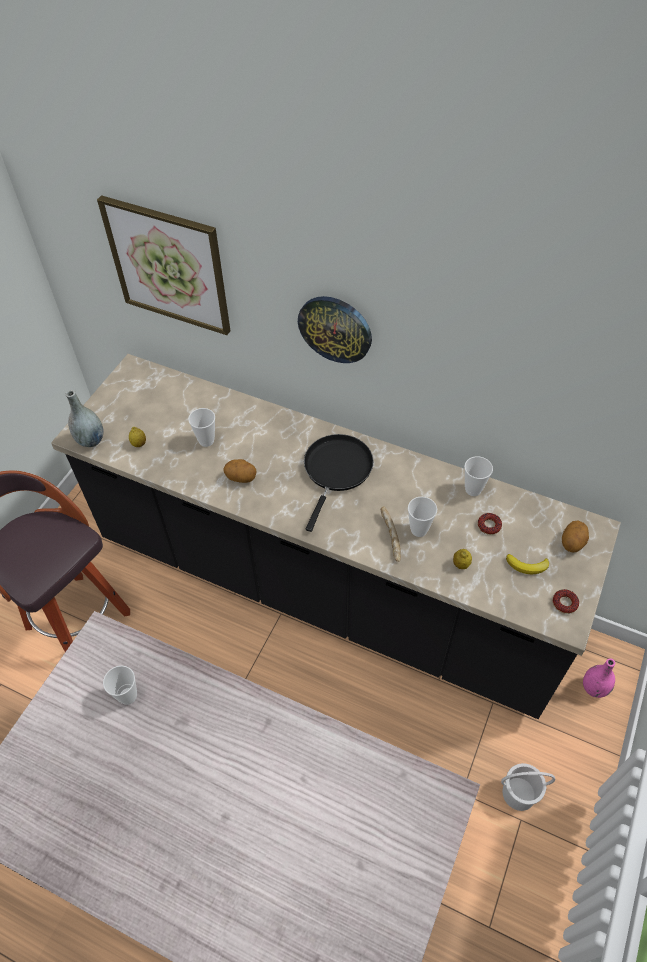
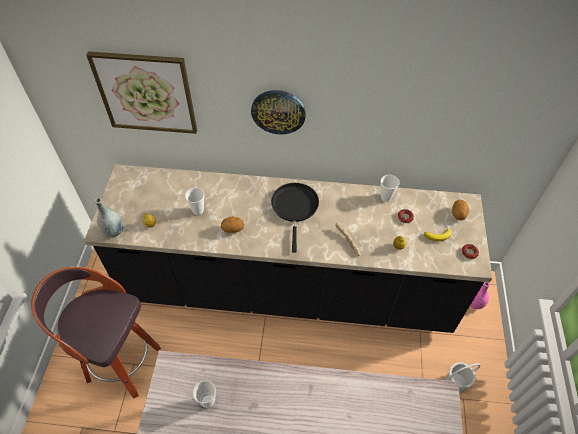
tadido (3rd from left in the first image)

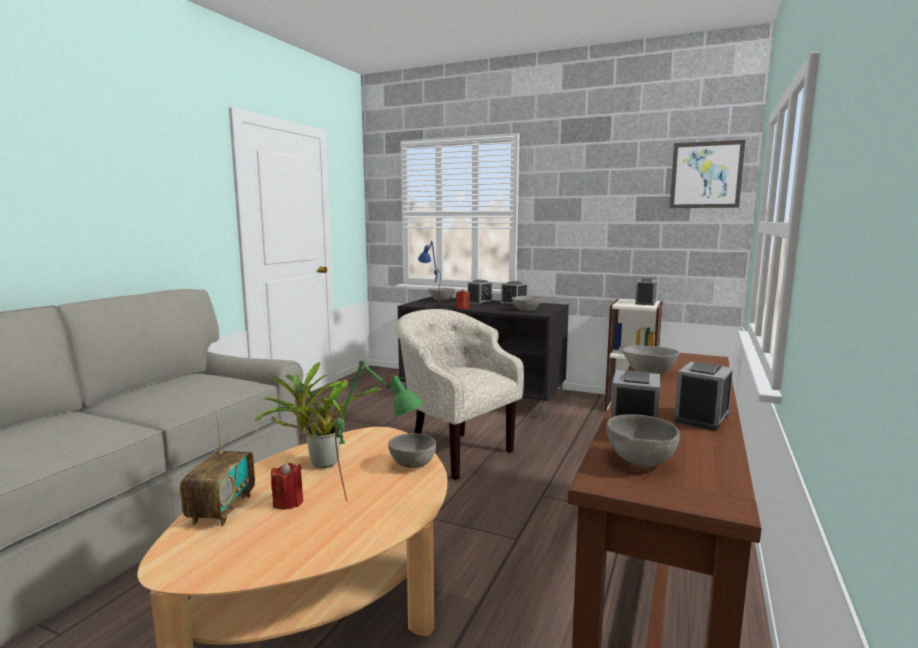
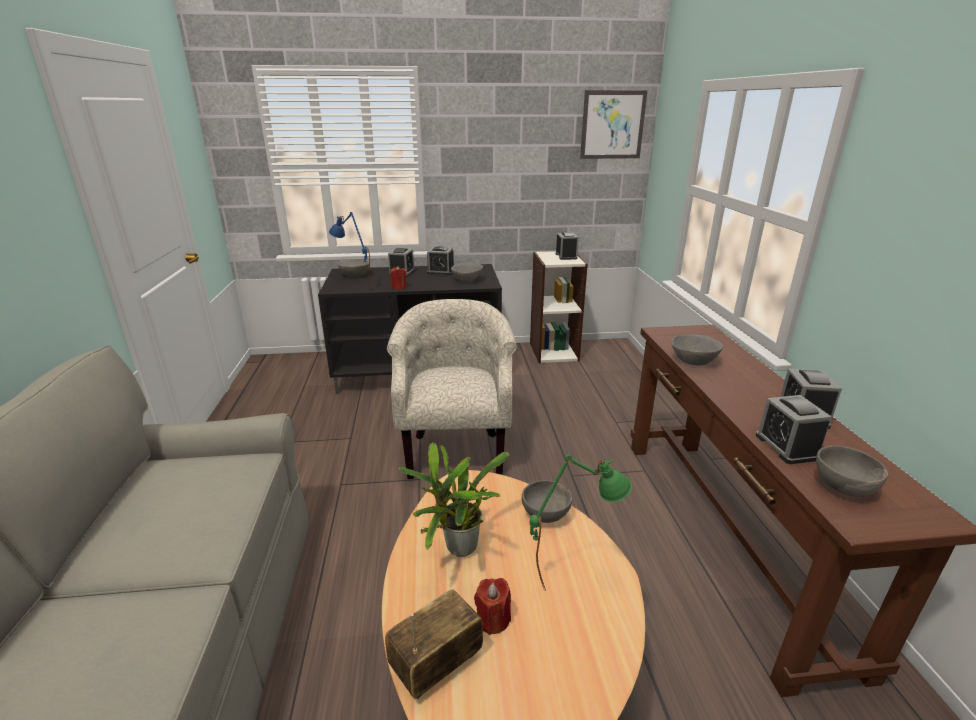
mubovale; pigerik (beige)

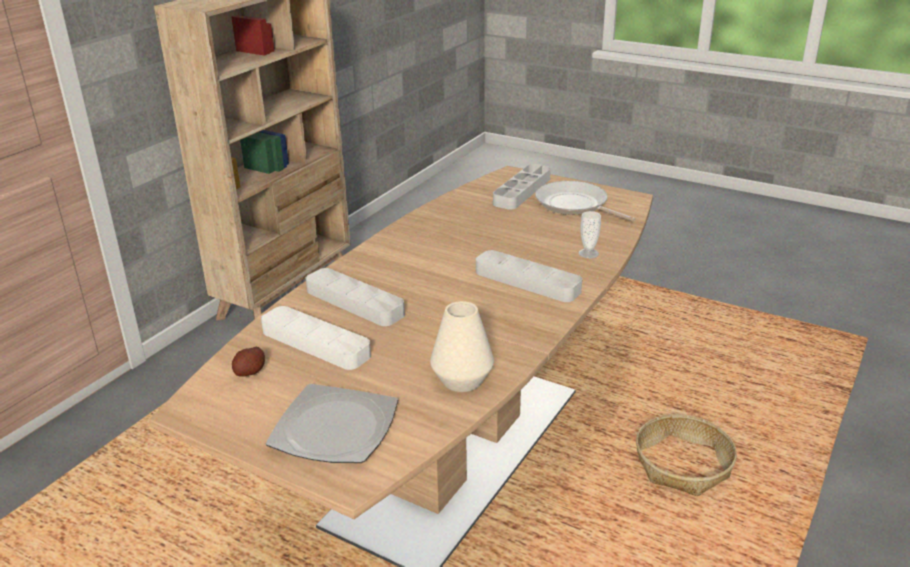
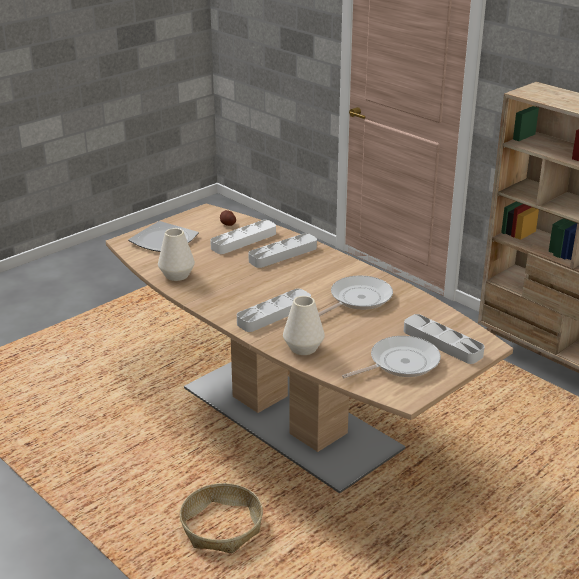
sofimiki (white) (2nd from left); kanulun (1st from left)

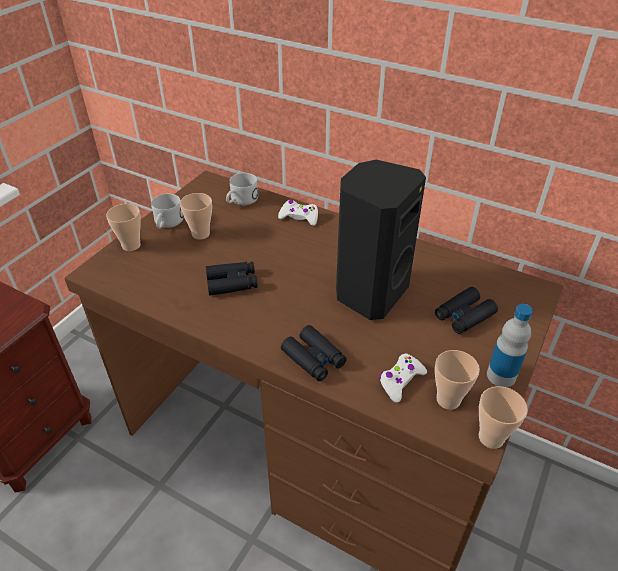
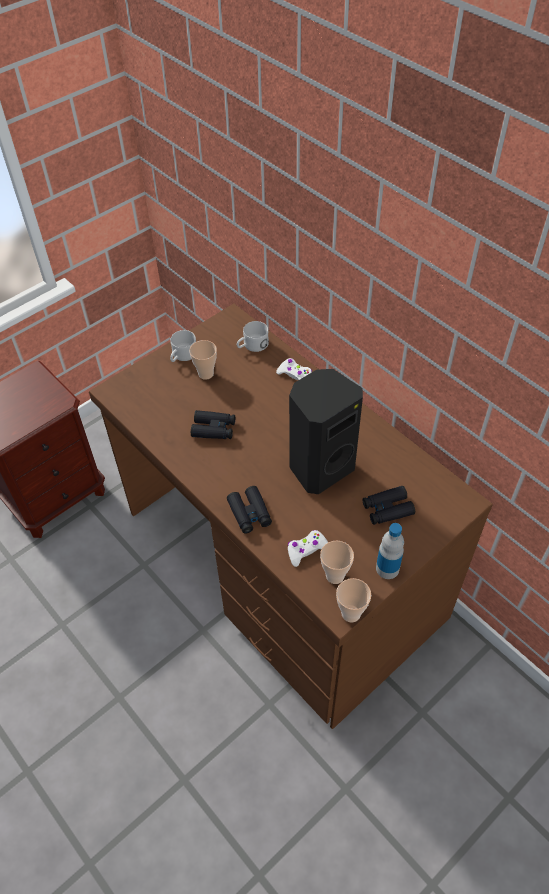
tadido (1st from left in the first image)

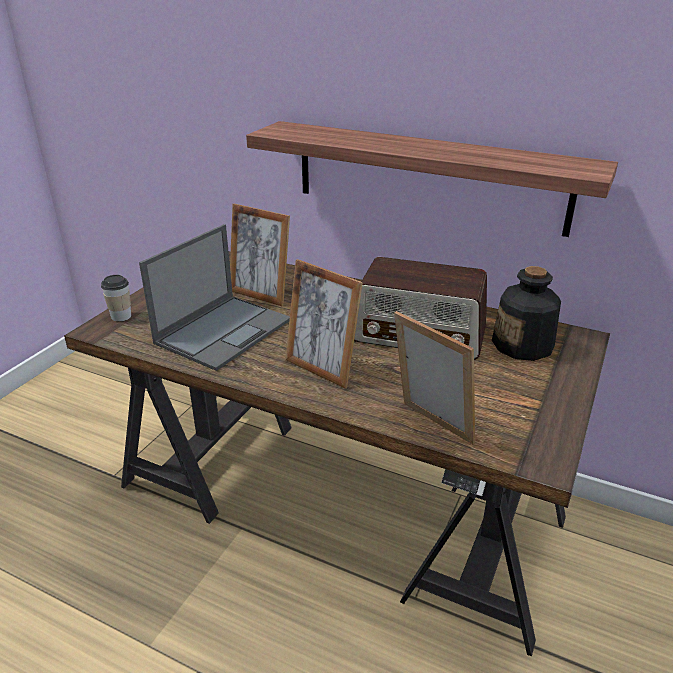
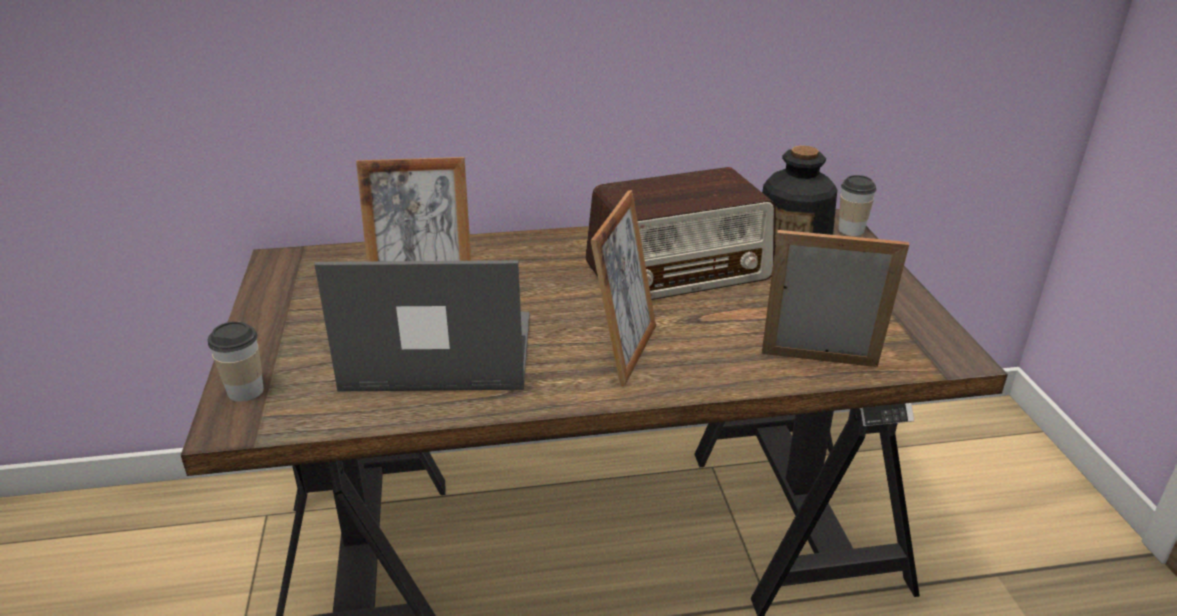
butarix; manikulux; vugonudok (2nd from left); tadido (2nd from left)

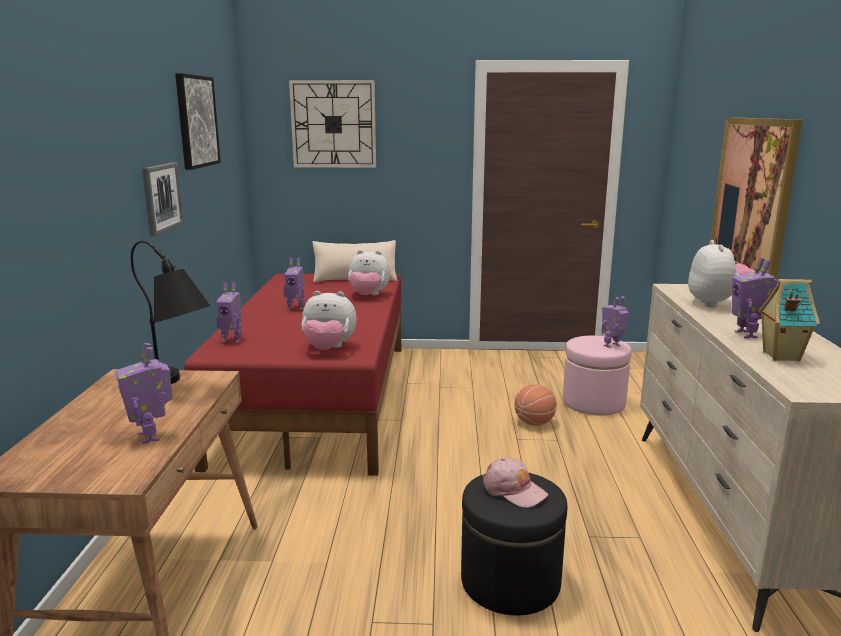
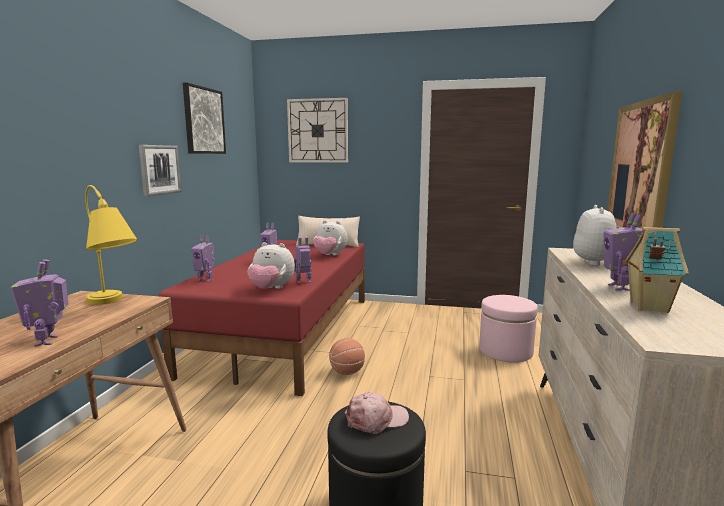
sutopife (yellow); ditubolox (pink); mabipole; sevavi (4th from left)

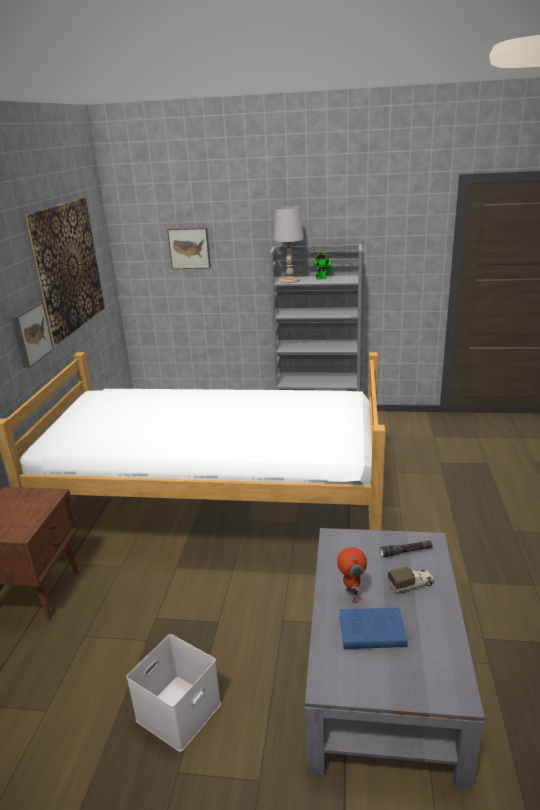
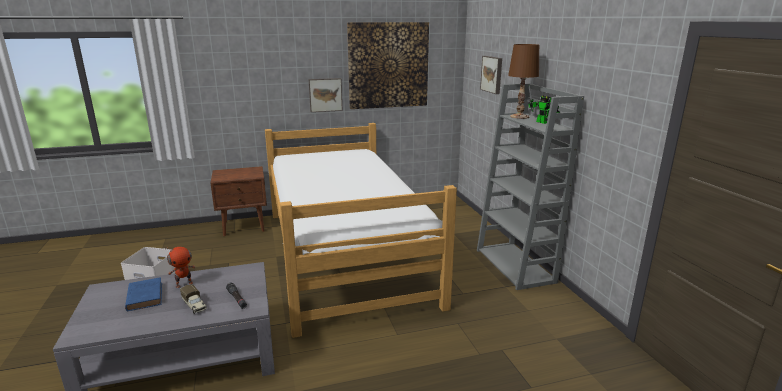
sutopife (brown)

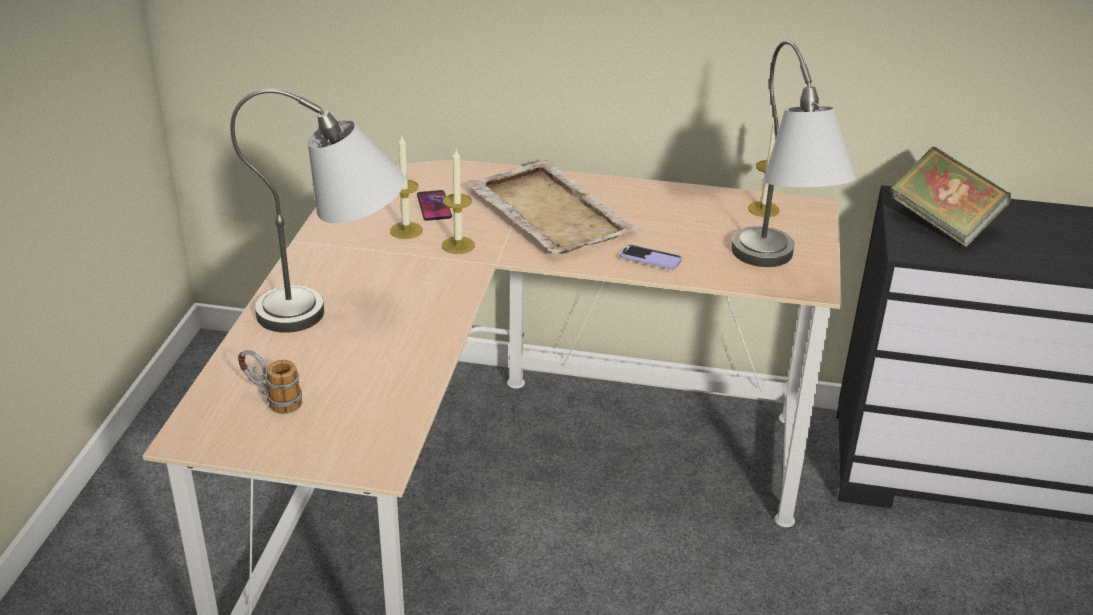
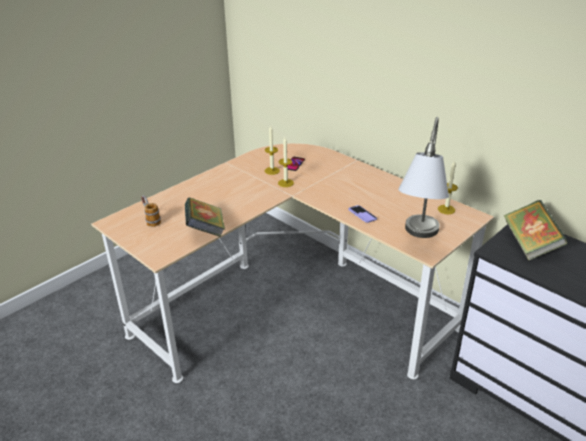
sutopife (grey) (1st from left in the first image); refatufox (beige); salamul (1st from left)

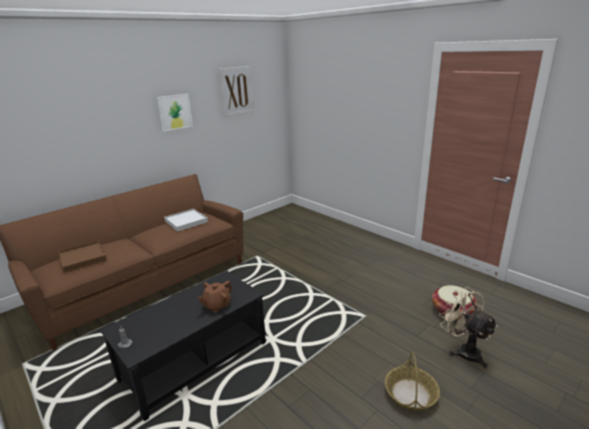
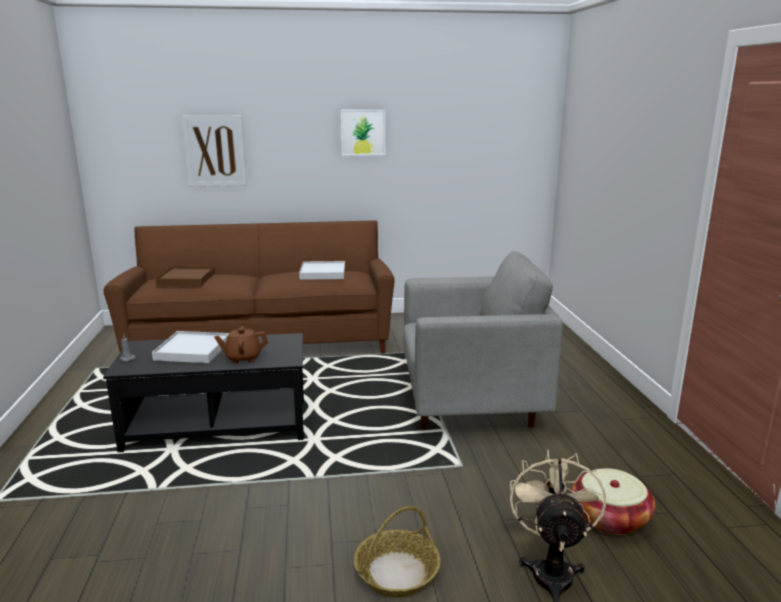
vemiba (1st from left); refatufox (white) (1st from left); pigerik (grey)

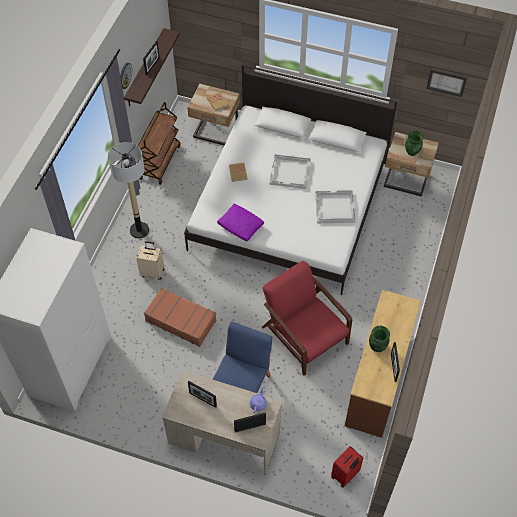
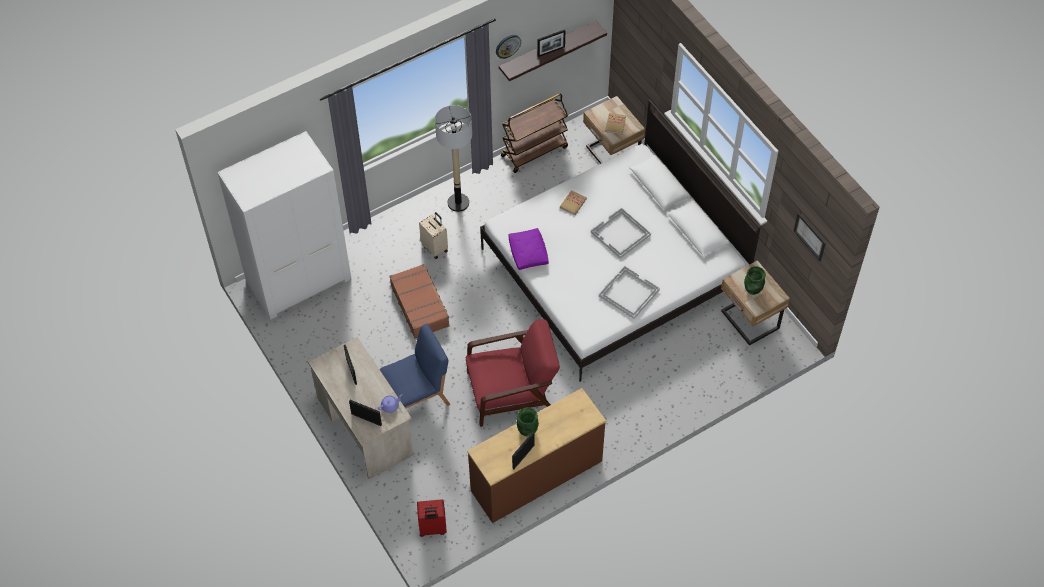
pigerik (red)

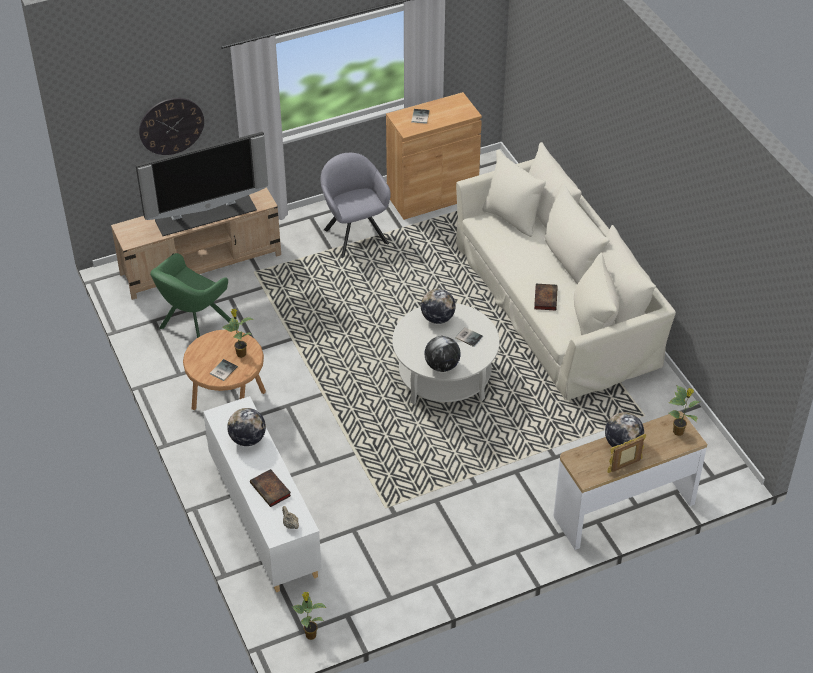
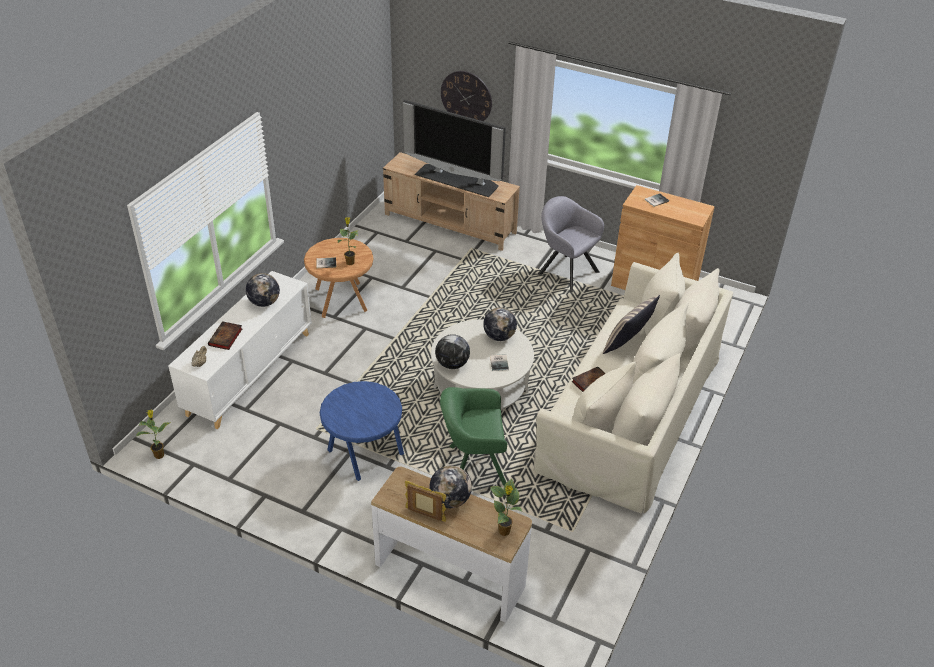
pigerik (green); pigerik (grey); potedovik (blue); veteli

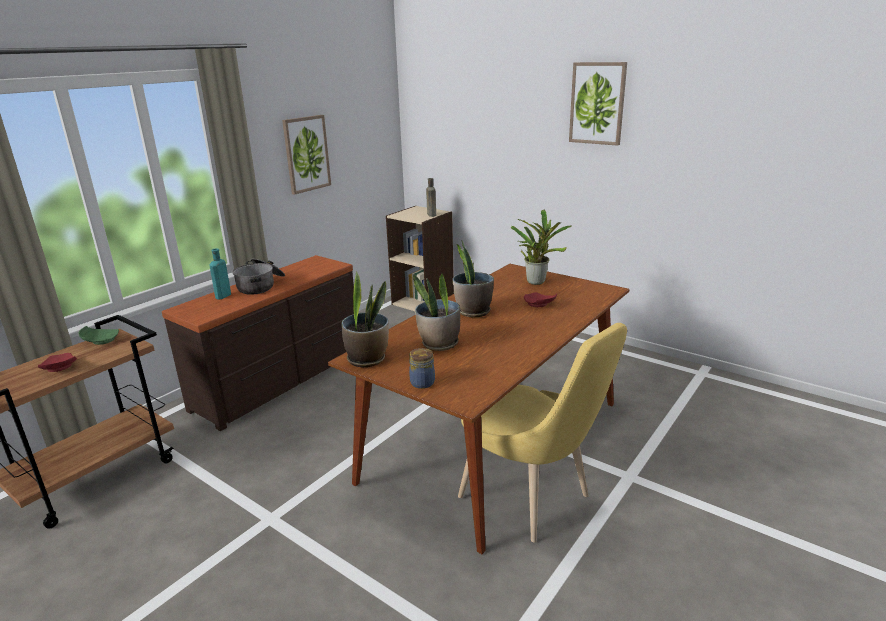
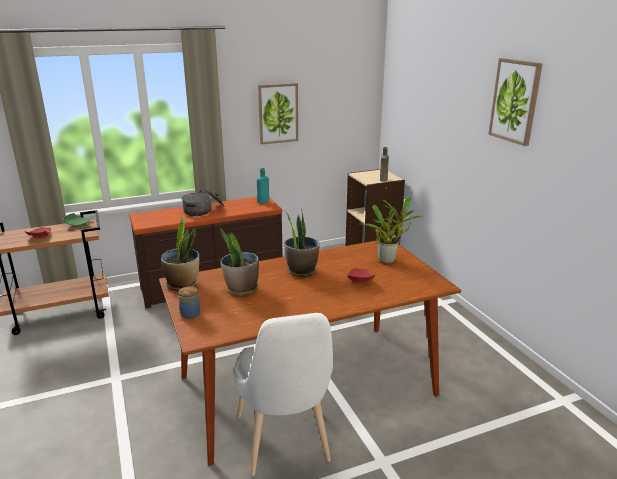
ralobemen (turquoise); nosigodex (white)

